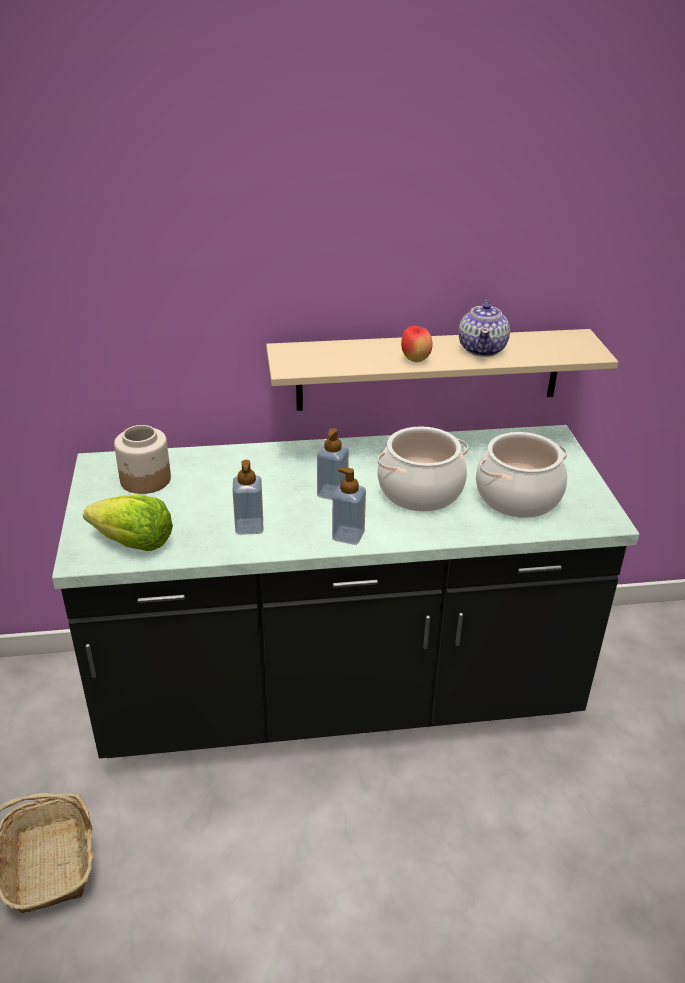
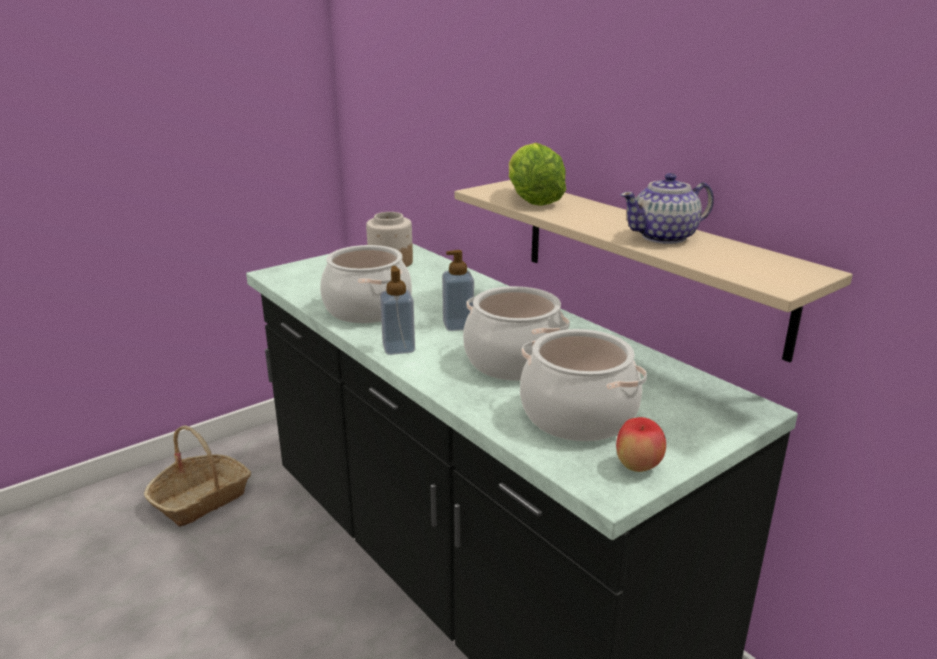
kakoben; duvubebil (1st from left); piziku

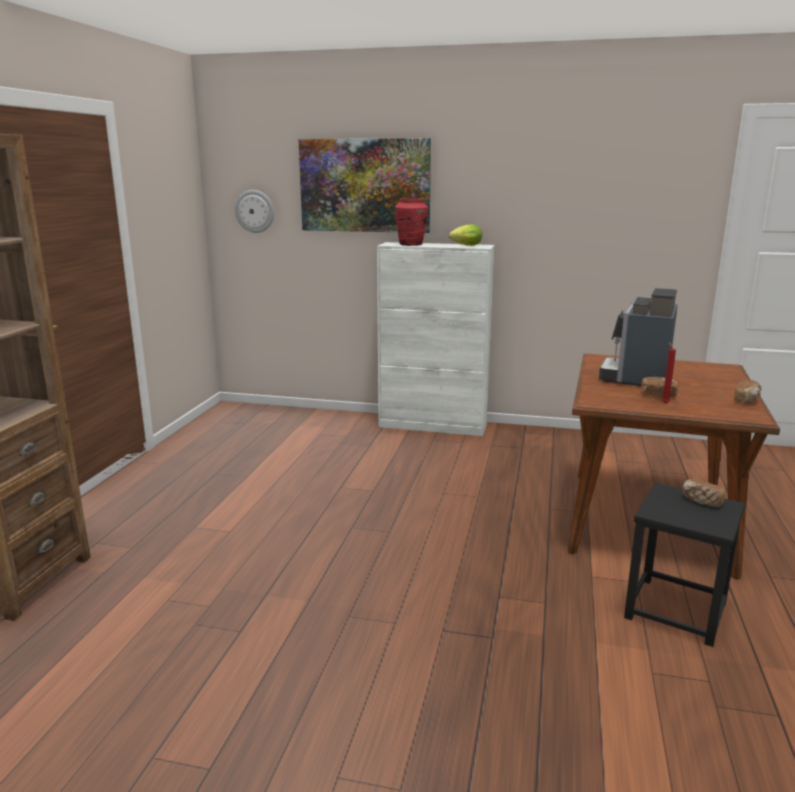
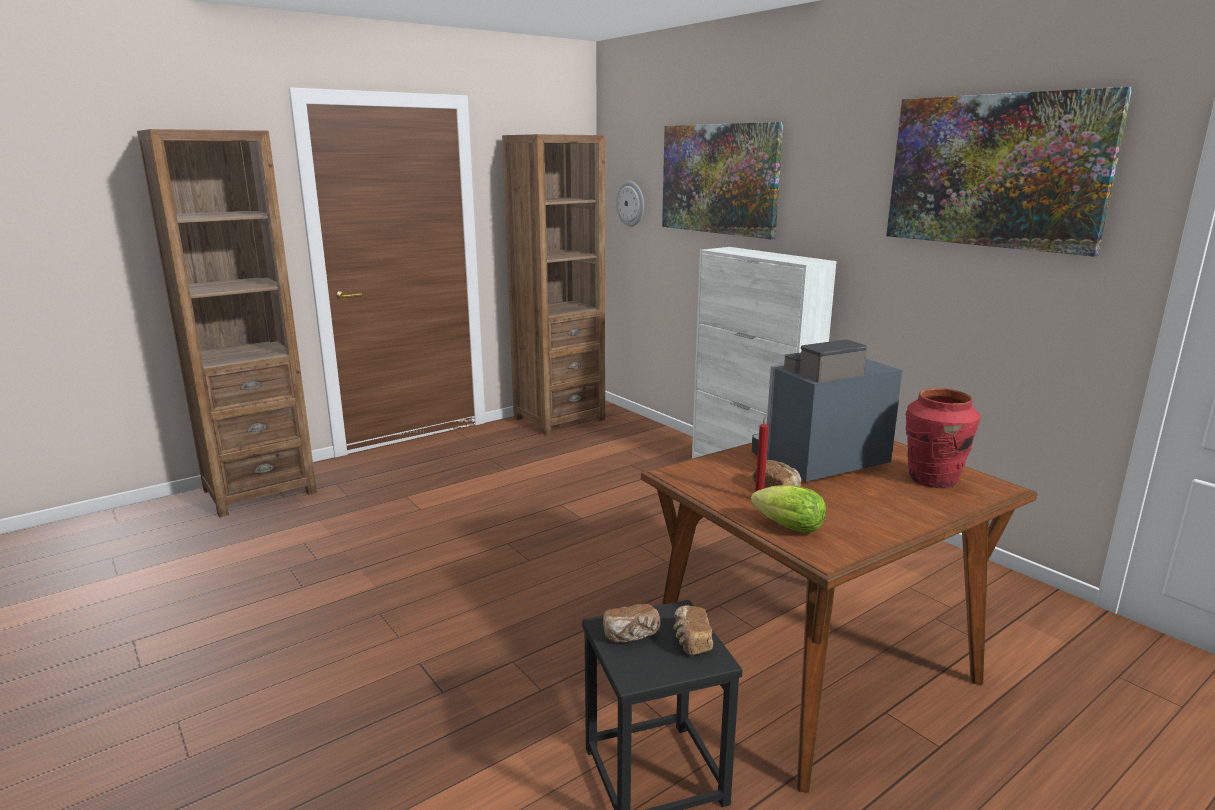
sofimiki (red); kakoben; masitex (1st from left); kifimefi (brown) (2nd from left); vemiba (2nd from left)

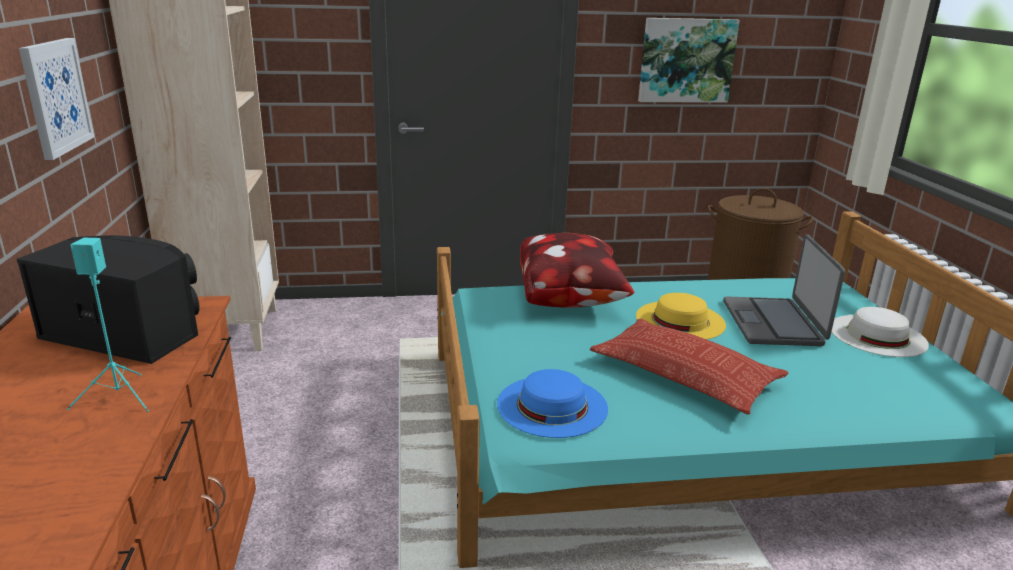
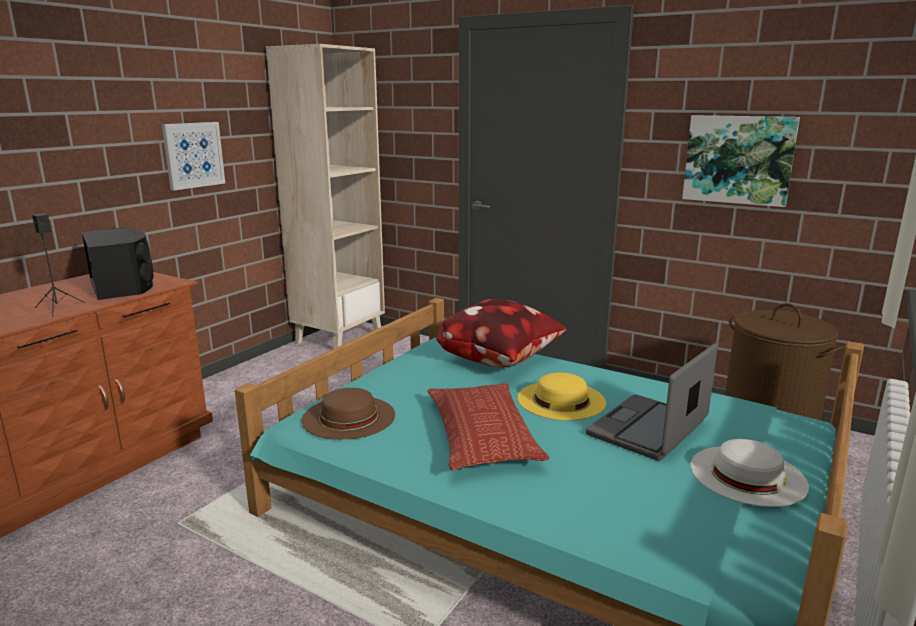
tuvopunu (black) (1st from left); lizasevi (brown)

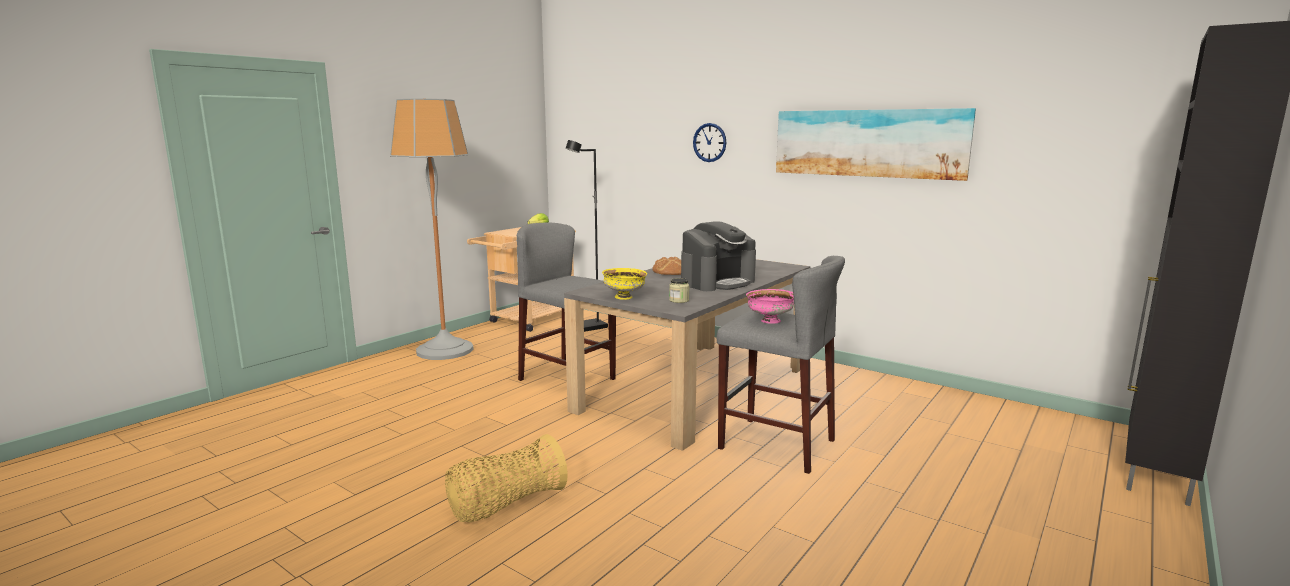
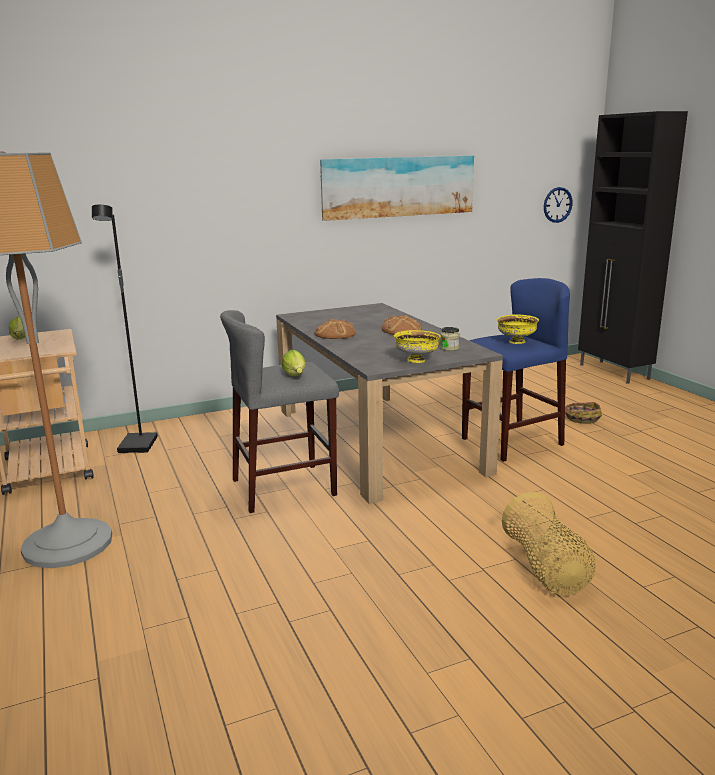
masitex (2nd from left); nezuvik; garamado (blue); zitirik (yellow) (2nd from left); kakoben (2nd from left); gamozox (2nd from left)

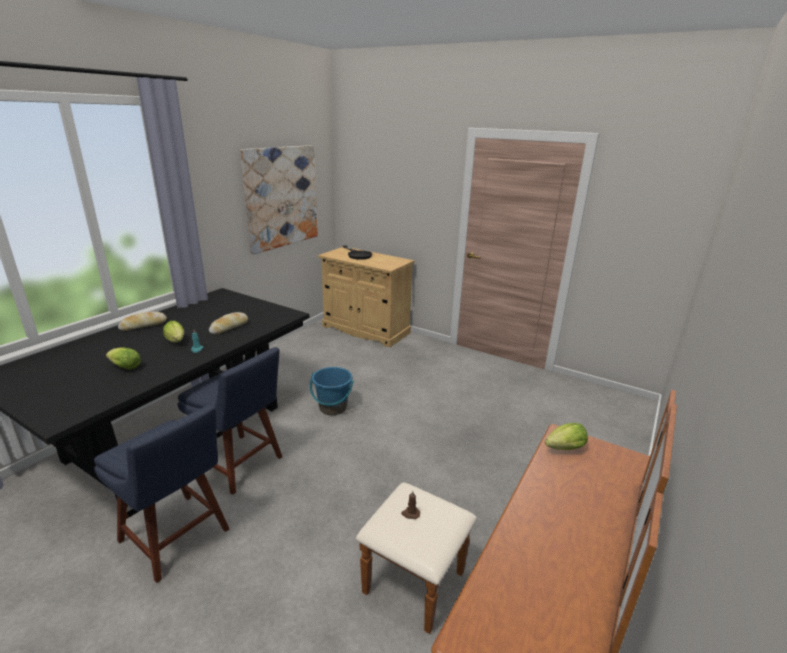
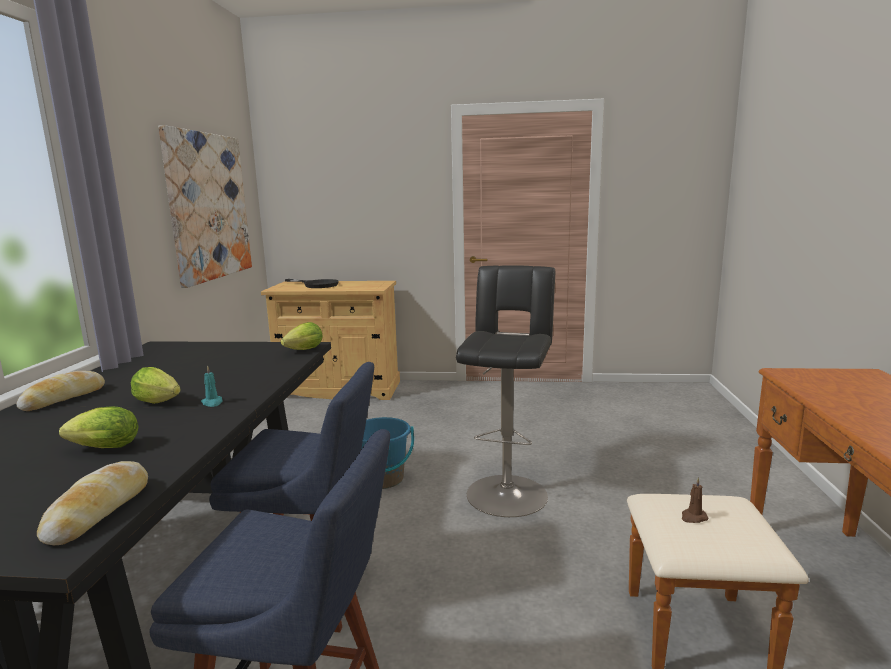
masitex (2nd from left); kakoben (3rd from left); garamado (black)

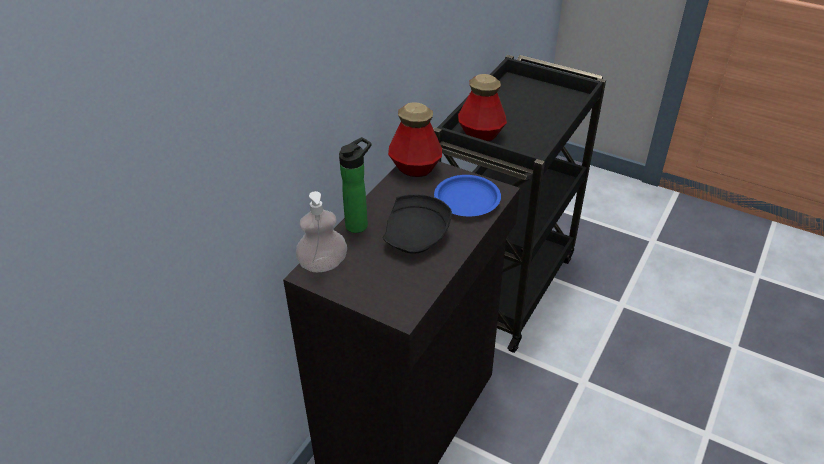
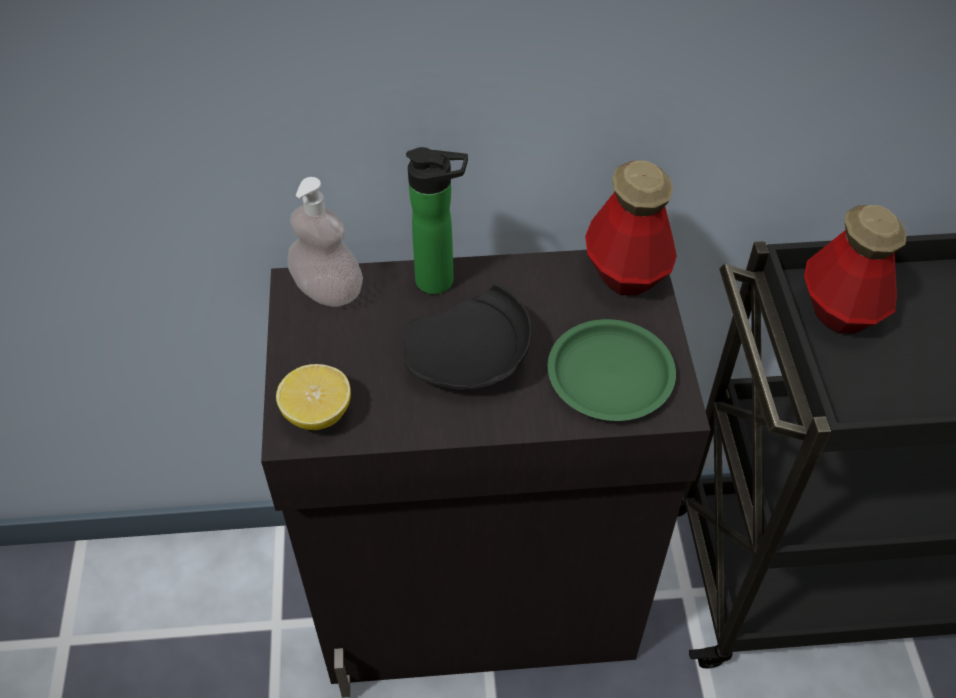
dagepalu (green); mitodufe

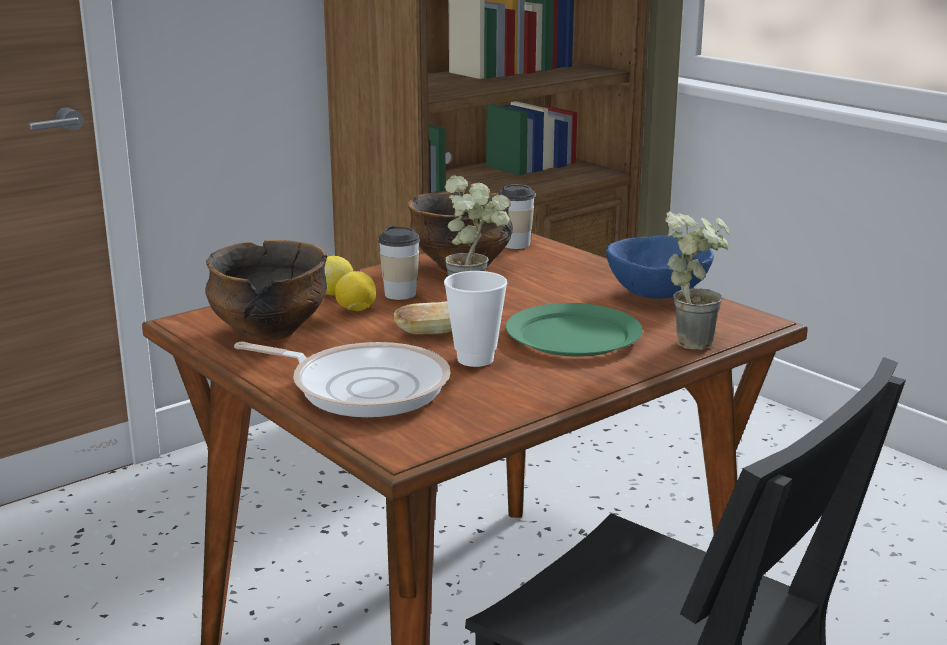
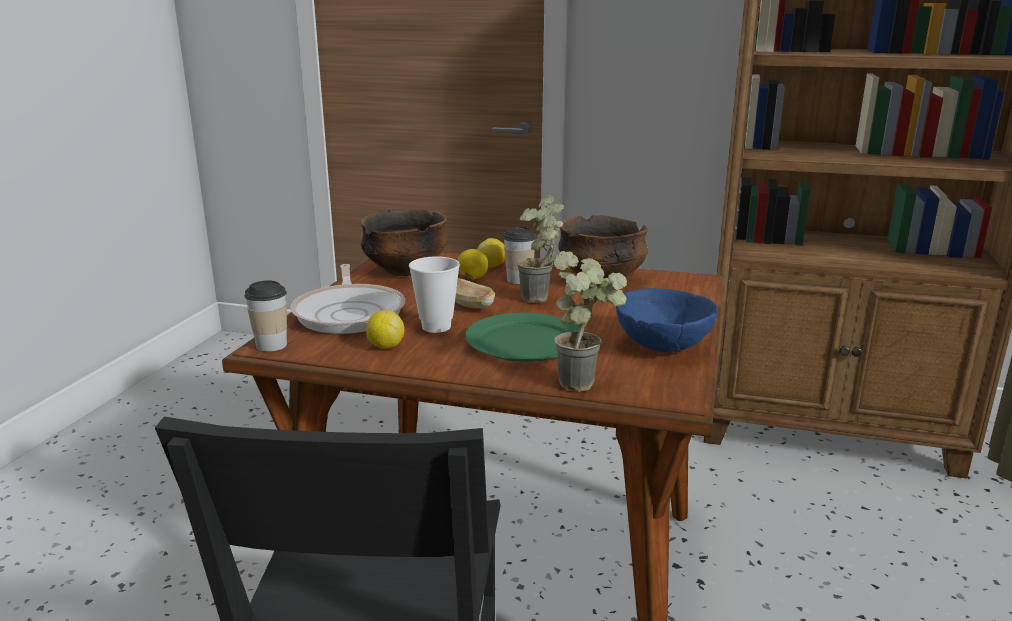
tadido (1st from left); mitodufe (1st from left)

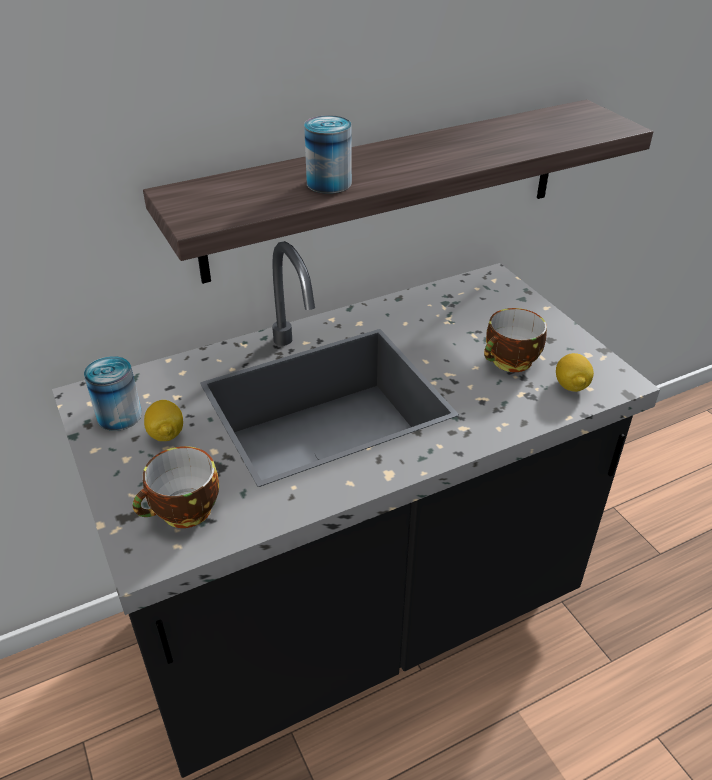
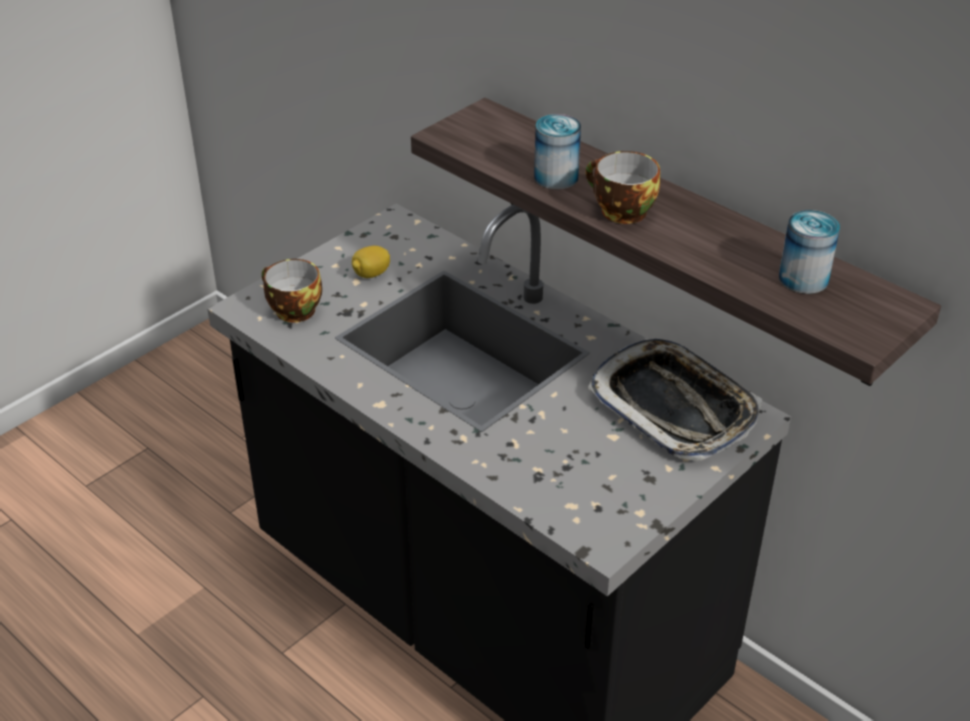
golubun (2nd from left); tadido (2nd from left); mitodufe (2nd from left in the first image); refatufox

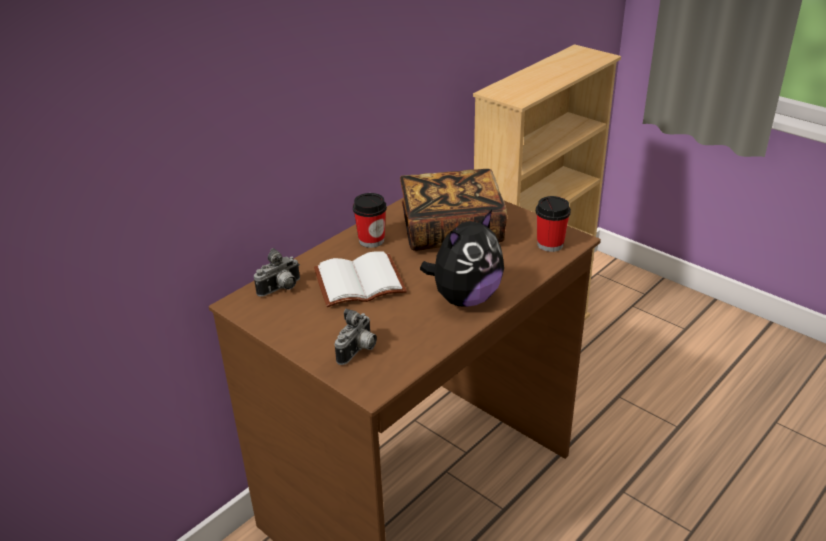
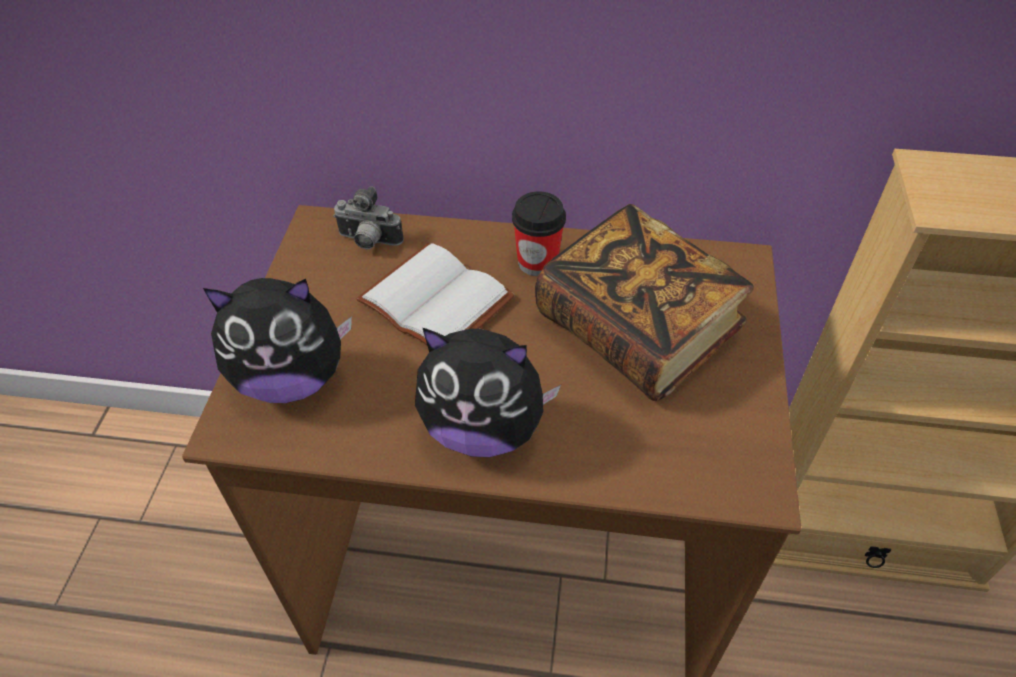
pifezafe (1st from left); tadido (2nd from left in the first image)

